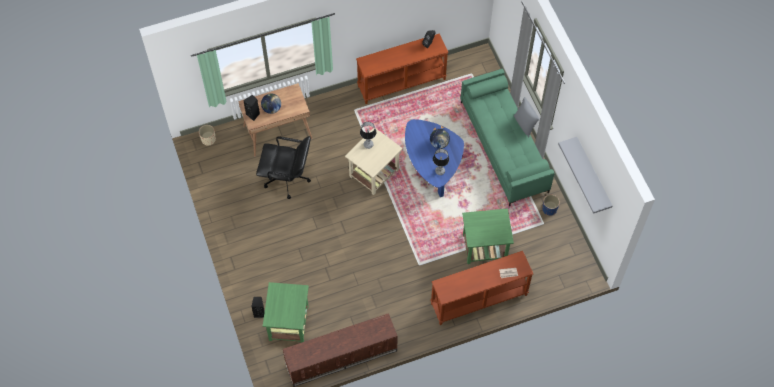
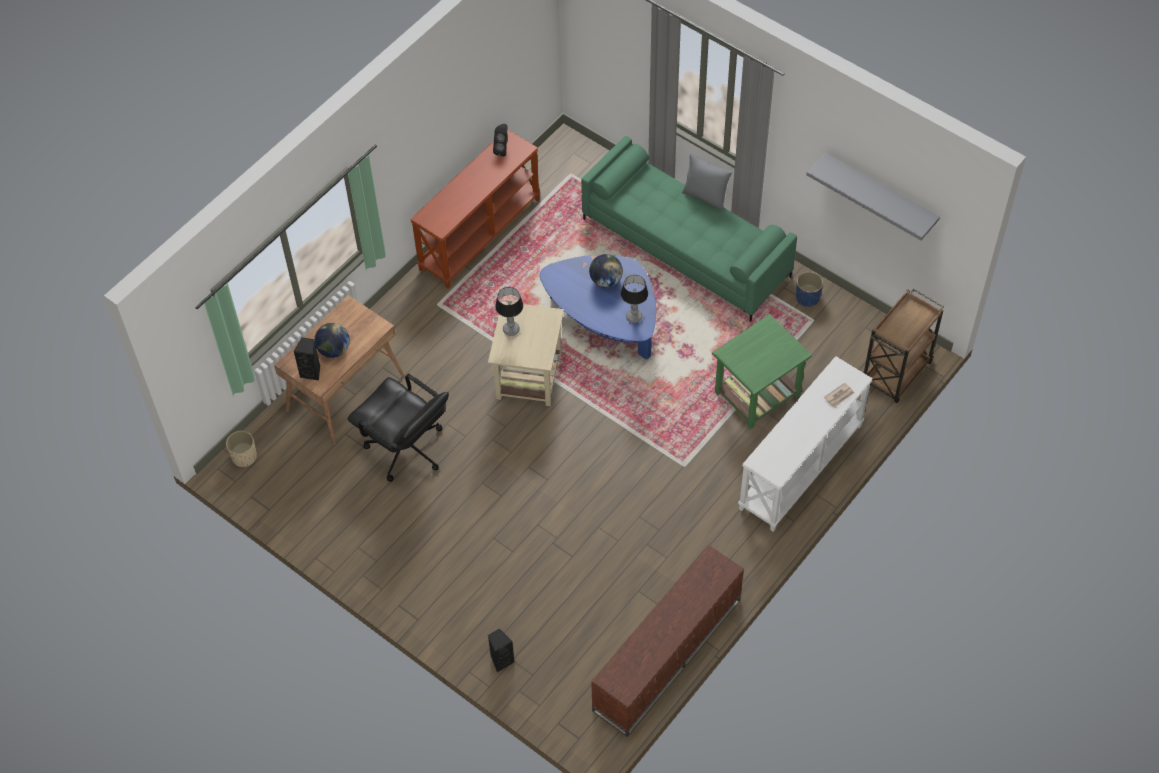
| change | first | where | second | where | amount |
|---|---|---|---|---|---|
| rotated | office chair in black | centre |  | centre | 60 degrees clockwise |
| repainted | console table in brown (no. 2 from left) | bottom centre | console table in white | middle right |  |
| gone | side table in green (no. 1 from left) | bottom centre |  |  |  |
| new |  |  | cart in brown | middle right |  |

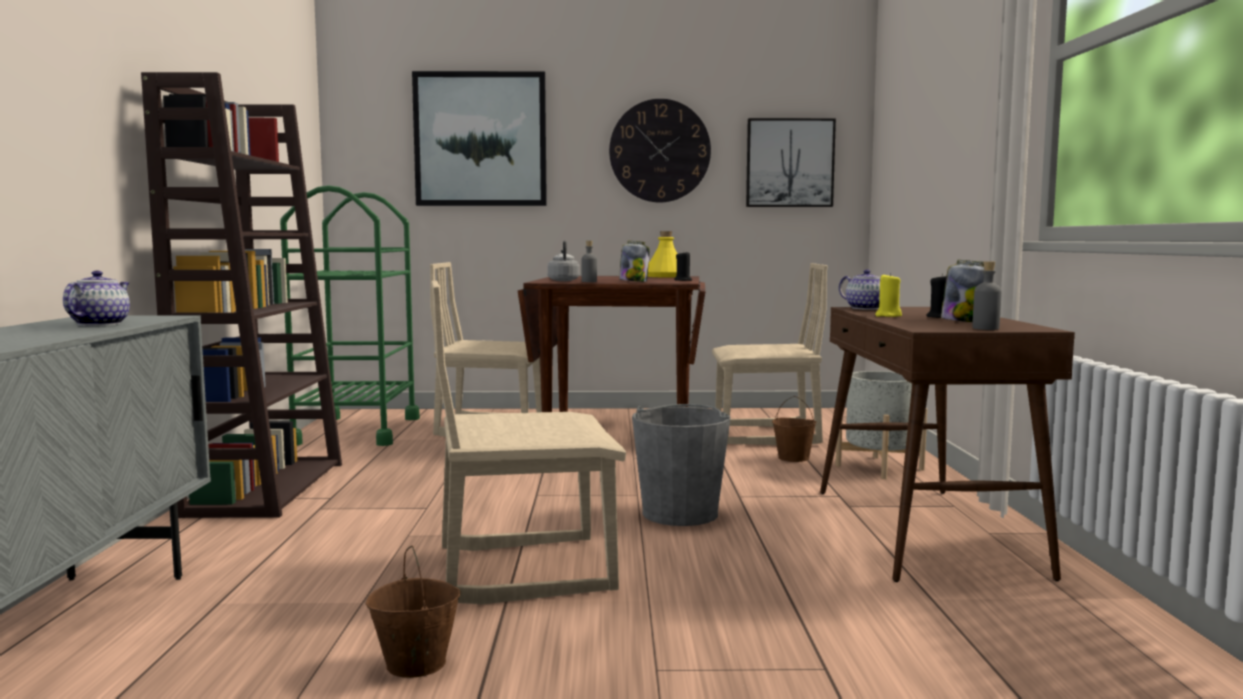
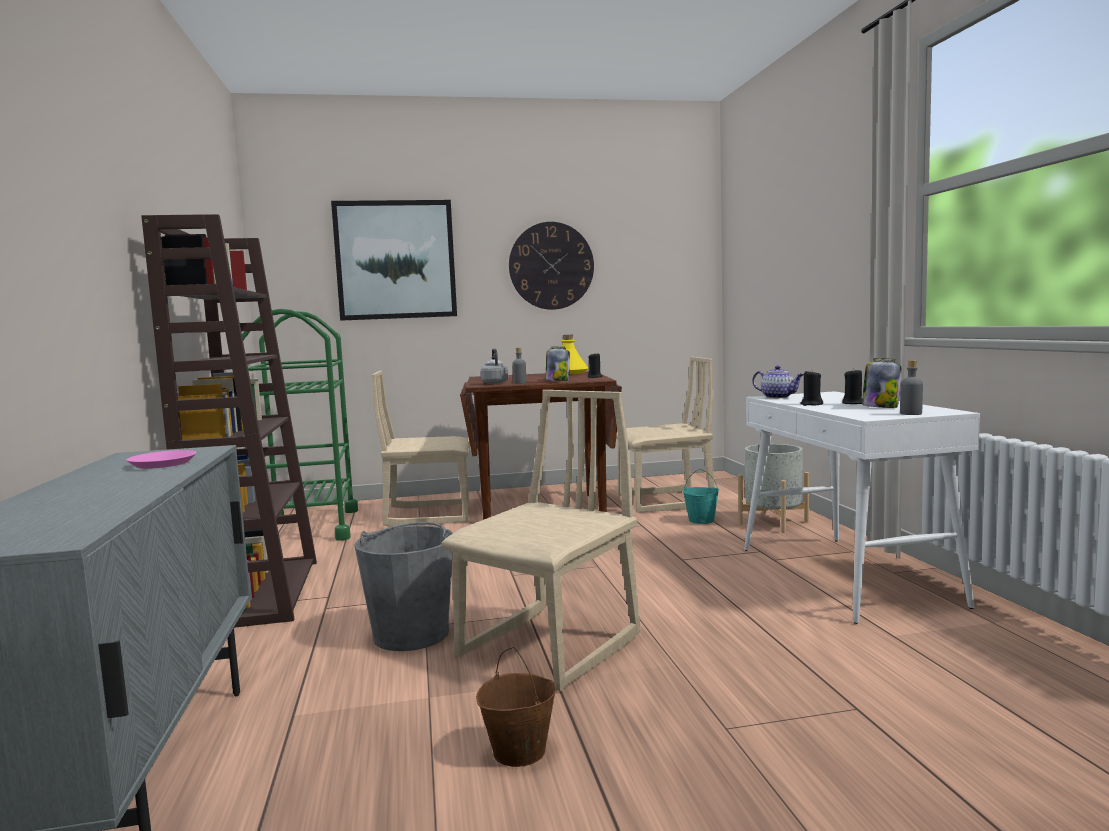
| change | first | where | second | where | amount |
|---|---|---|---|---|---|
| gone | picture (no. 2 from left) | top centre |  |  |  |
| swapped | teapot (no. 1 from left) | middle left | plate in pink | middle left |  |
| repainted | candle in yellow | middle right | candle in black (no. 2 from left) | middle right |  |
| rotated | chair in beige (no. 2 from left) | centre |  | centre | 150 degrees clockwise |
| repainted | console table in brown | middle right | console table in white | middle right |  |
| repainted | bucket in brown (no. 2 from left) | centre | bucket in turquoise | centre |  |
| shifted | bucket in grey | centre |  | bottom centre |  |

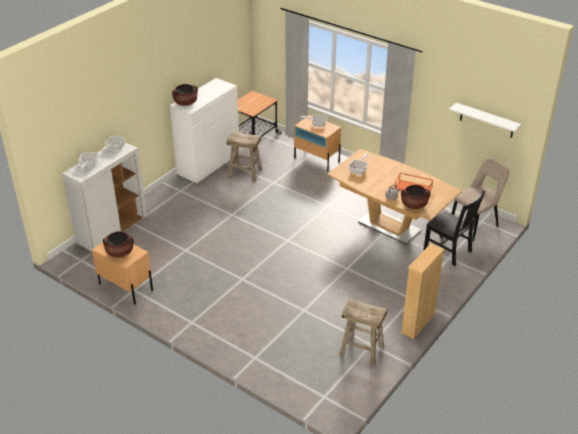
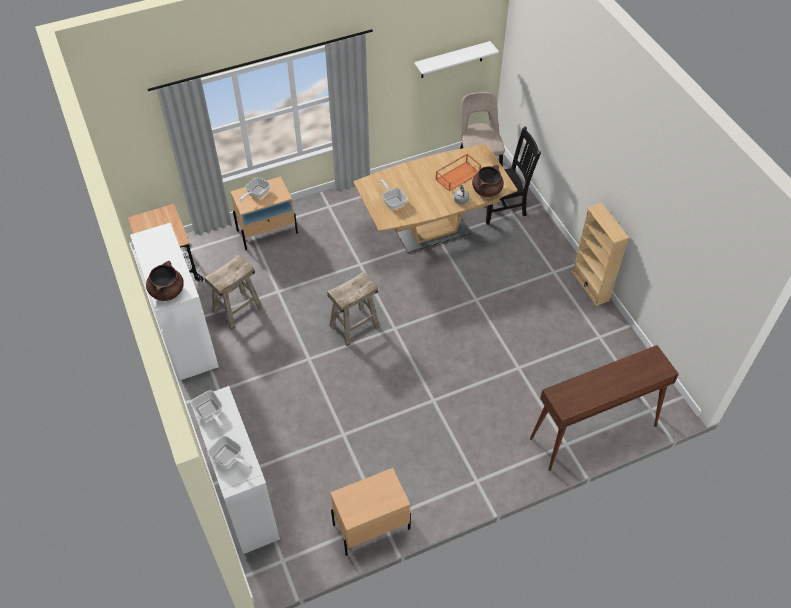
| change | first | where | second | where | amount |
|---|---|---|---|---|---|
| gone | cooking pot in brown (no. 1 from left) | middle left |  |  |  |
| shifted | stool in beige (no. 2 from left) | bottom centre |  | centre |  |
| new |  |  | console table in brown | bottom right |  |

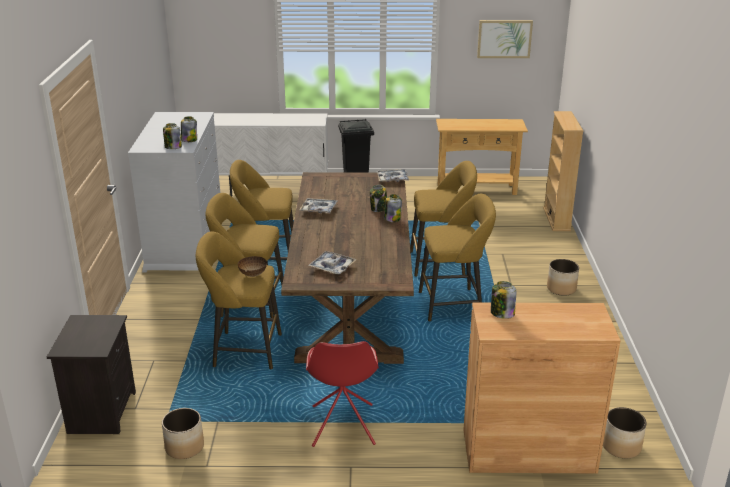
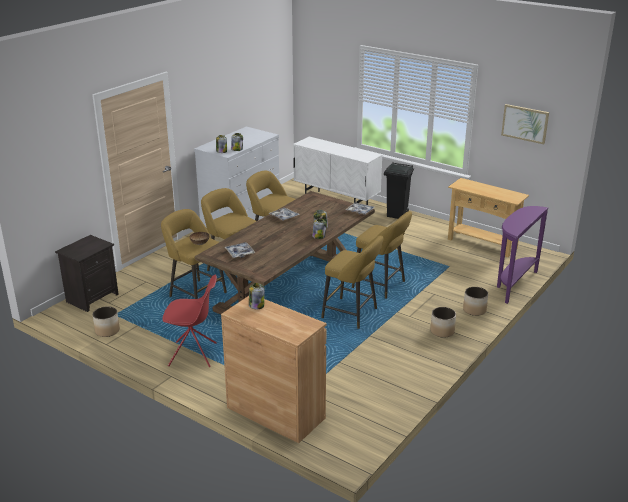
| change | first | where | second | where | amount |
|---|---|---|---|---|---|
| swapped | bookcase in beige | middle right | console table in purple | middle right |  |
| rotated | chair in red | bottom centre |  | middle left | 120 degrees counterclockwise |
| shifted | planter (no. 3 from left) | bottom right |  | middle right |  |

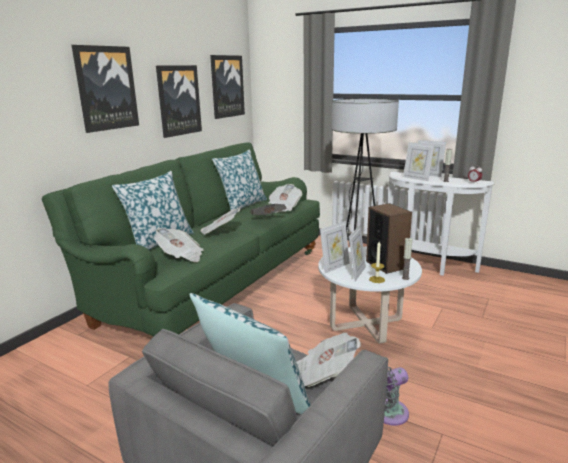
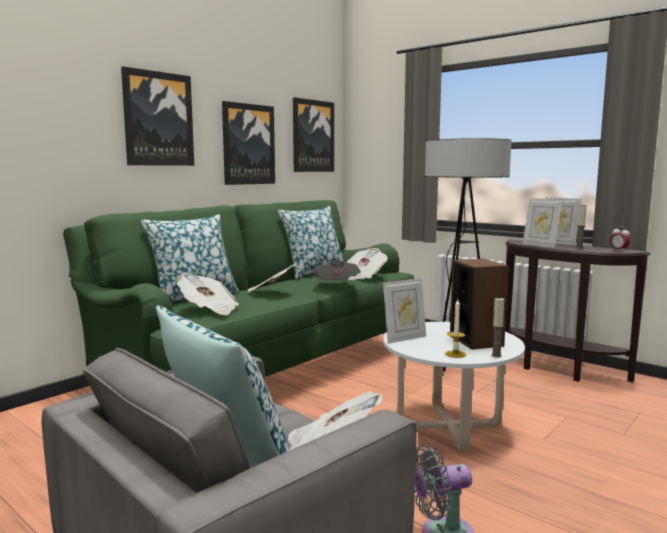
| change | first | where | second | where | amount |
|---|---|---|---|---|---|
| repainted | console table in white | middle right | console table in brown | middle right |  |
| gone | picture frame (no. 2 from left) | centre |  |  |  |

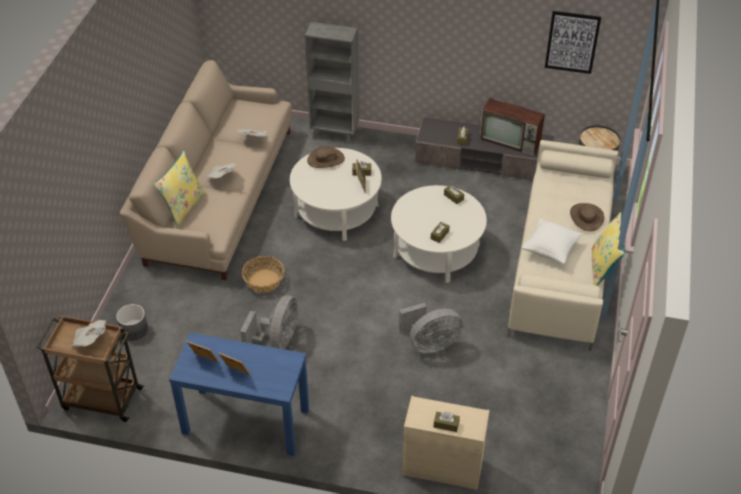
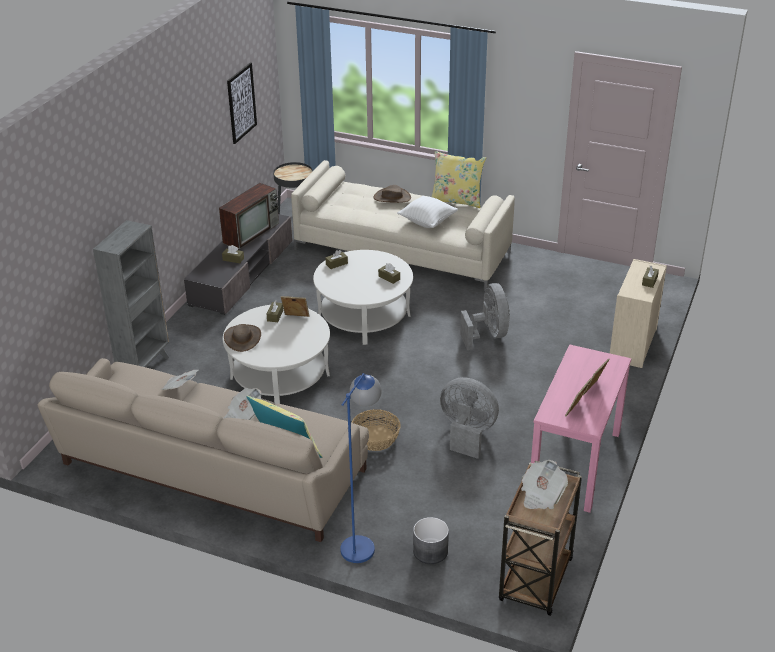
| change | first | where | second | where | amount |
|---|---|---|---|---|---|
| repainted | console table in blue | bottom left | console table in pink | middle right |  |
| new |  |  | floor lamp in blue | bottom centre |  |

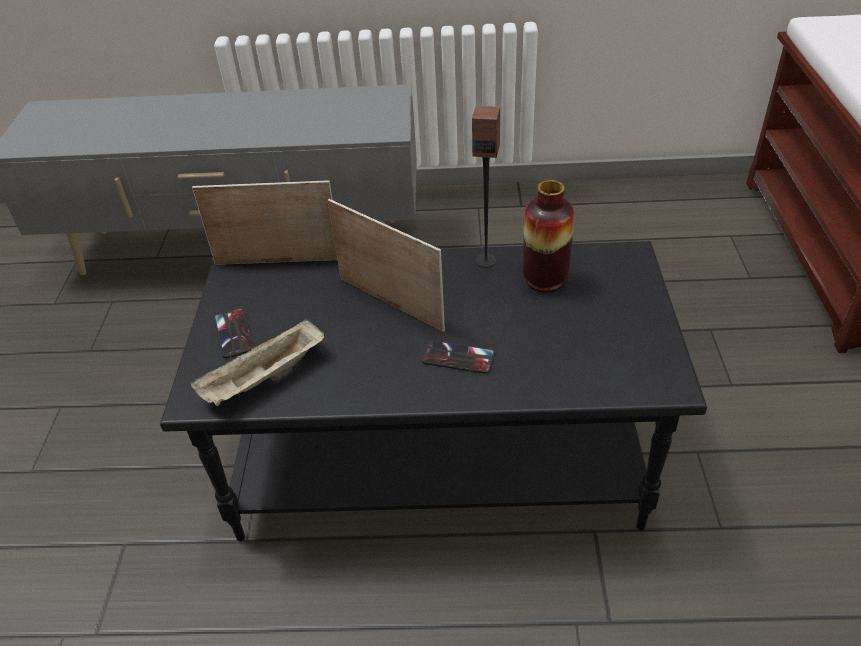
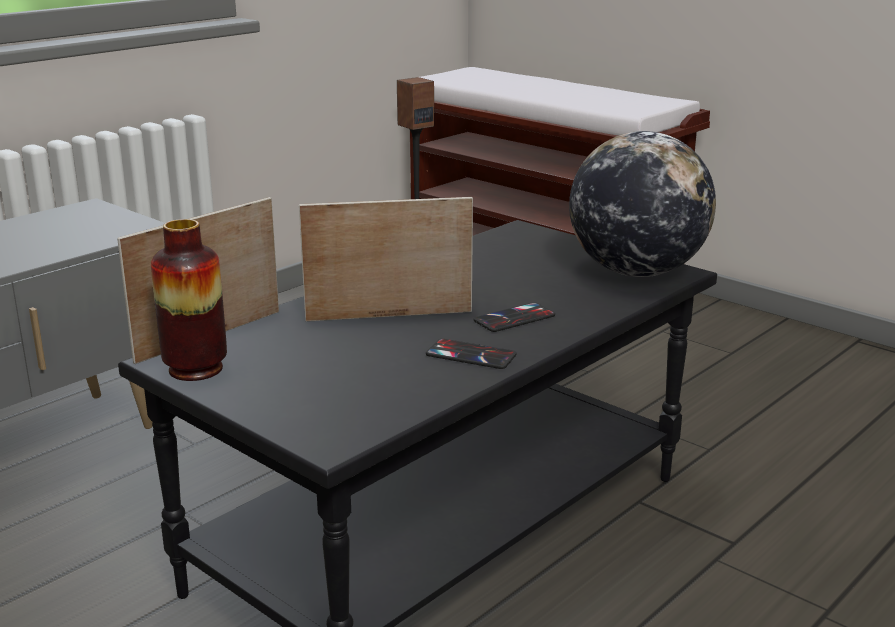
| change | first | where | second | where | amount |
|---|---|---|---|---|---|
| shifted | vase | centre |  | middle left |  |
| shifted | phone (no. 1 from left) | middle left |  | centre |  |
| gone | tray in beige | middle left |  |  |  |
| new |  |  | globe | top right |  |

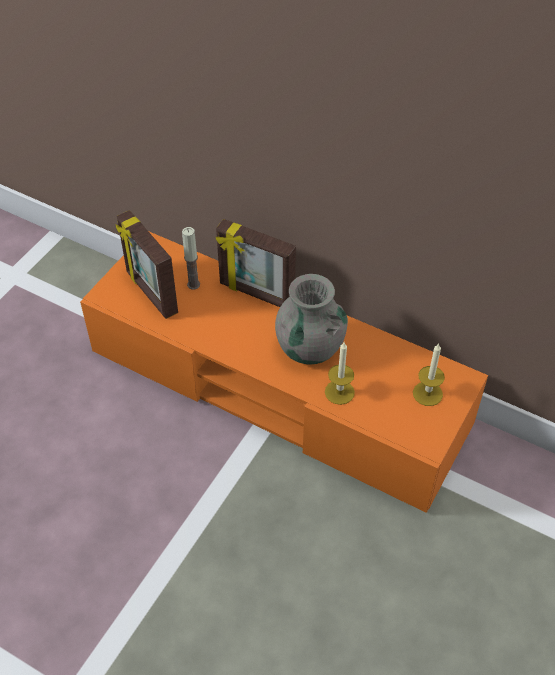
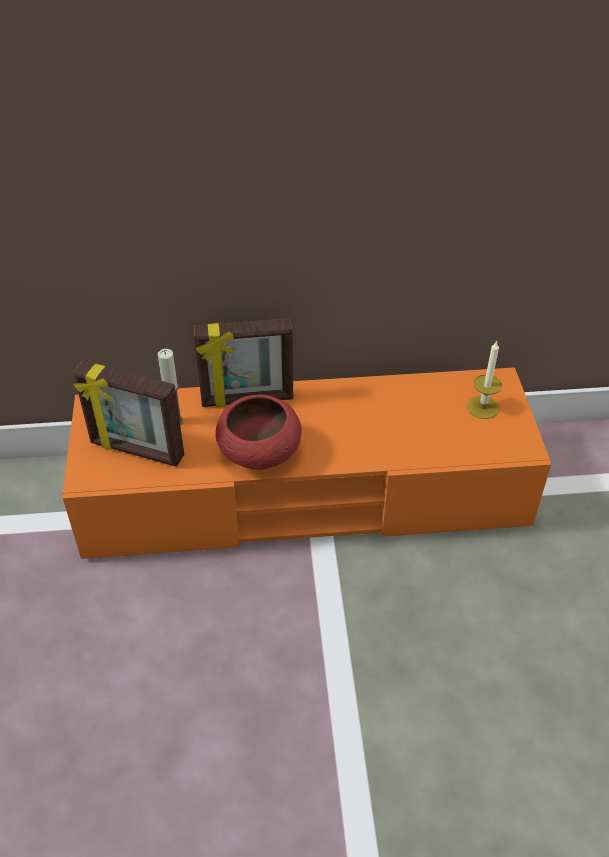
| change | first | where | second | where | amount |
|---|---|---|---|---|---|
| gone | vase in grey | centre |  |  |  |
| gone | candle (no. 2 from left) | centre |  |  |  |
| new |  |  | bowl in red | centre |  |

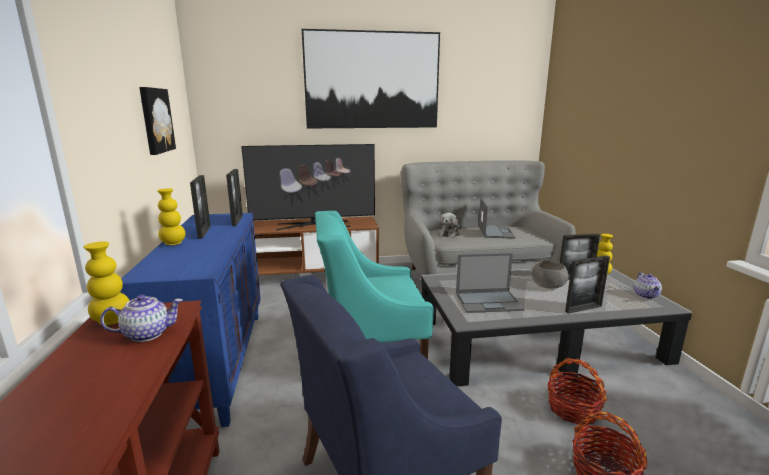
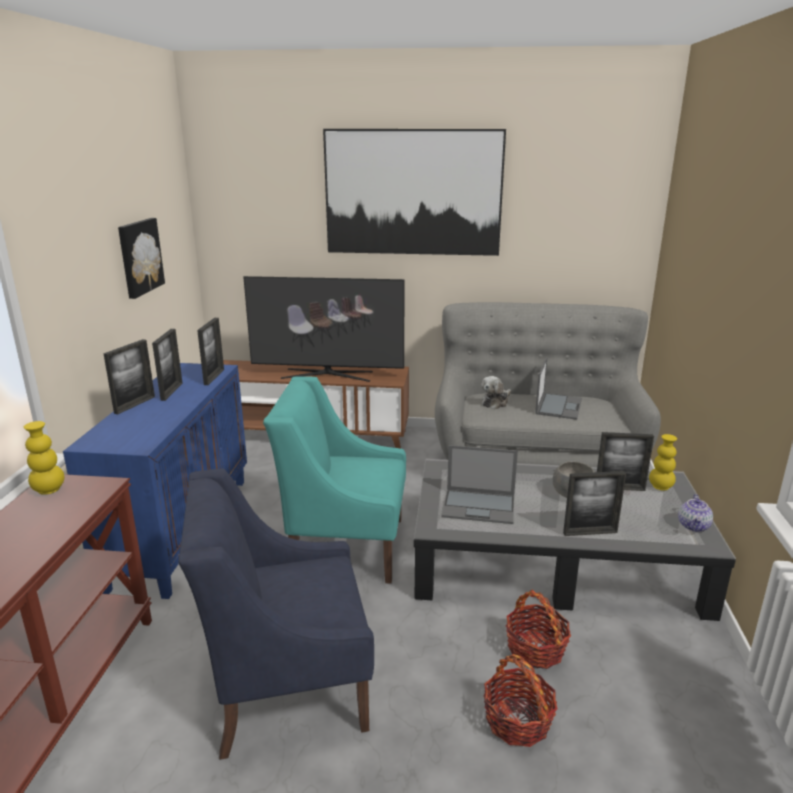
| change | first | where | second | where | amount |
|---|---|---|---|---|---|
| swapped | vase in yellow (no. 2 from left) | middle left | picture frame (no. 1 from left) | middle left |  |
| gone | teapot (no. 1 from left) | bottom left |  |  |  |

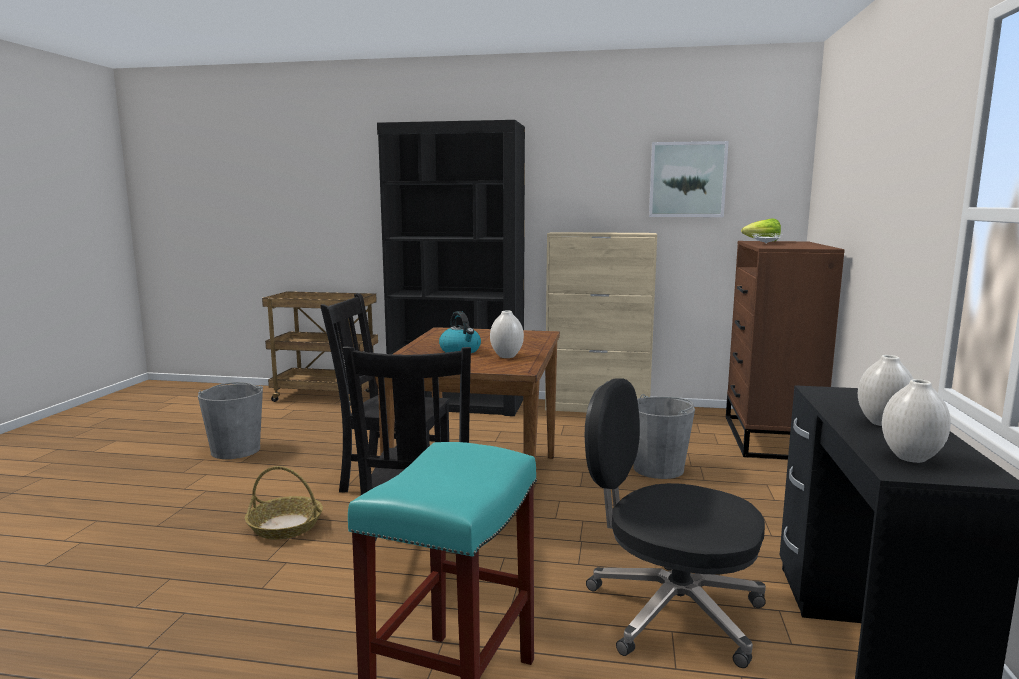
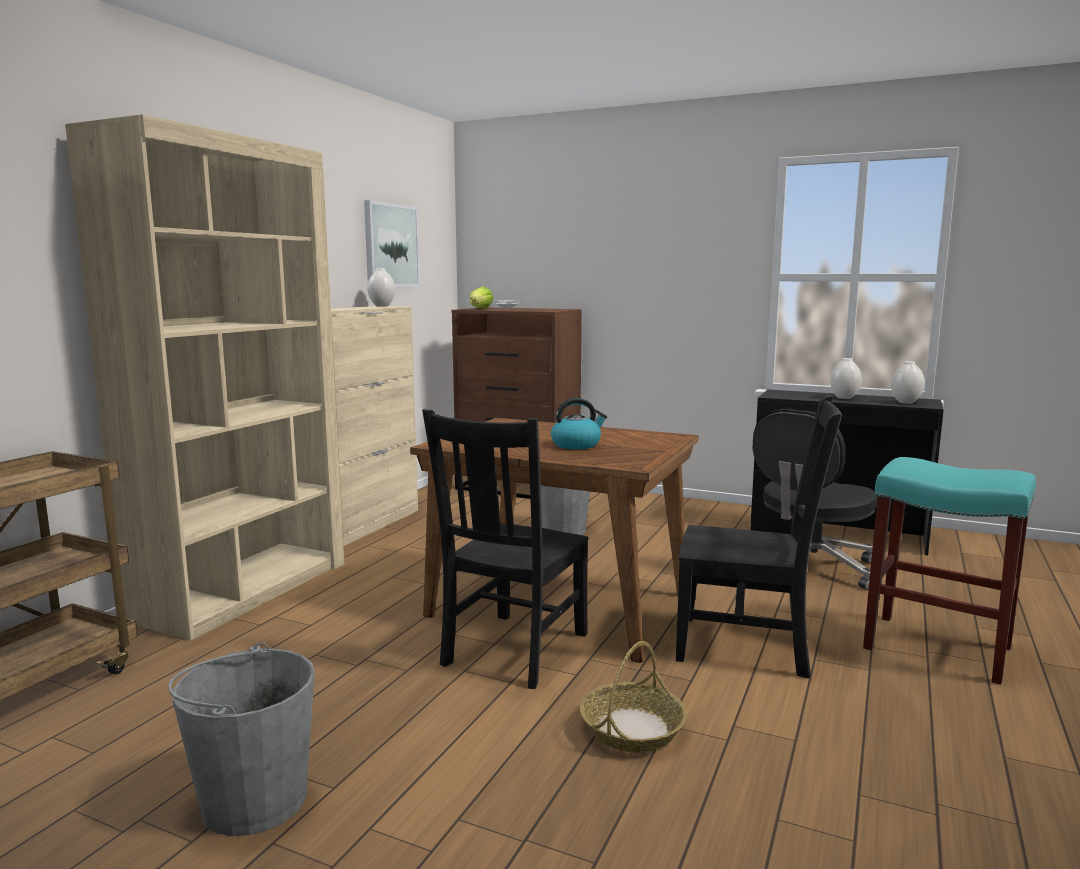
| change | first | where | second | where | amount |
|---|---|---|---|---|---|
| repainted | bookcase in black | centre | bookcase in beige | middle left |  |
| shifted | vase in white (no. 1 from left) | centre |  | top centre |  |

